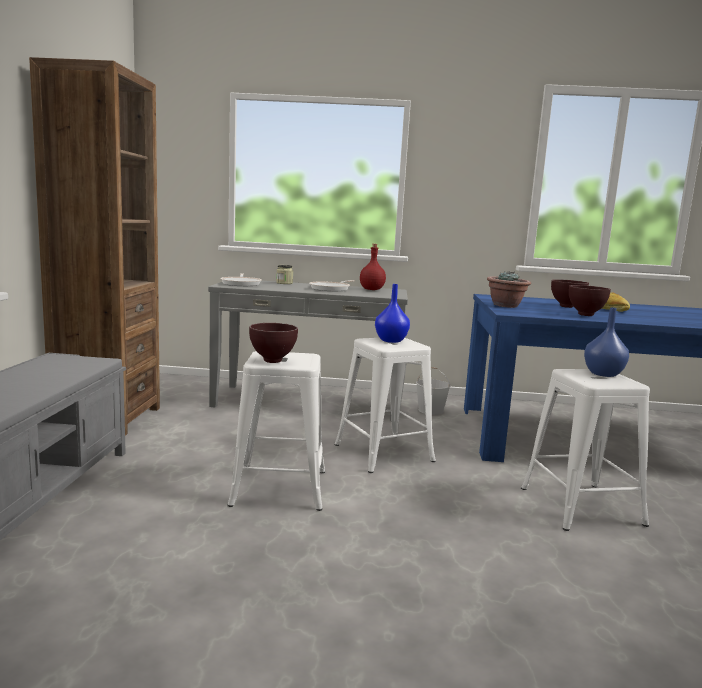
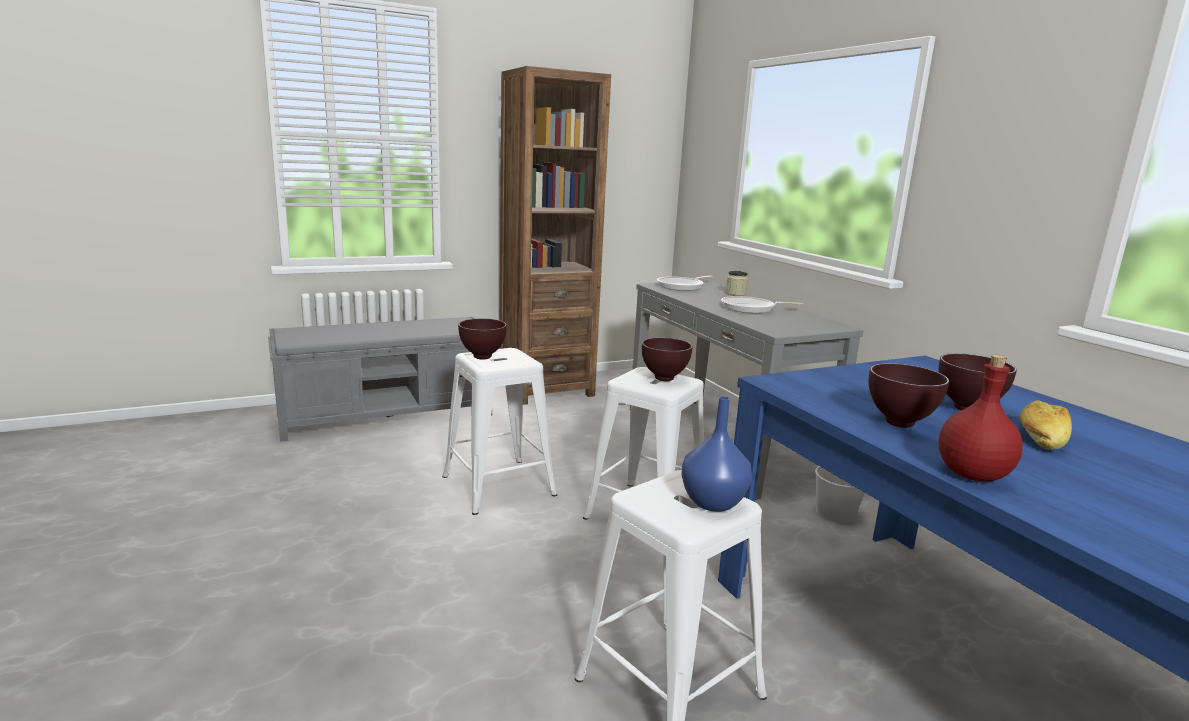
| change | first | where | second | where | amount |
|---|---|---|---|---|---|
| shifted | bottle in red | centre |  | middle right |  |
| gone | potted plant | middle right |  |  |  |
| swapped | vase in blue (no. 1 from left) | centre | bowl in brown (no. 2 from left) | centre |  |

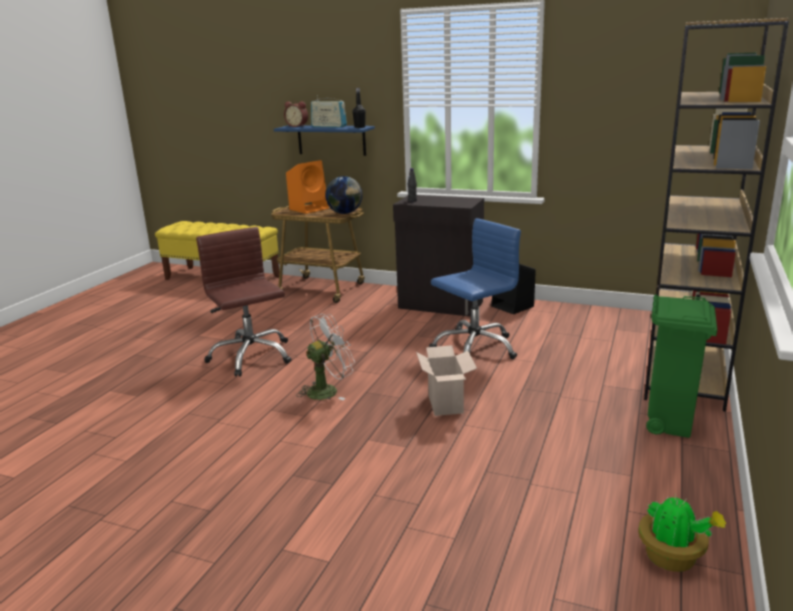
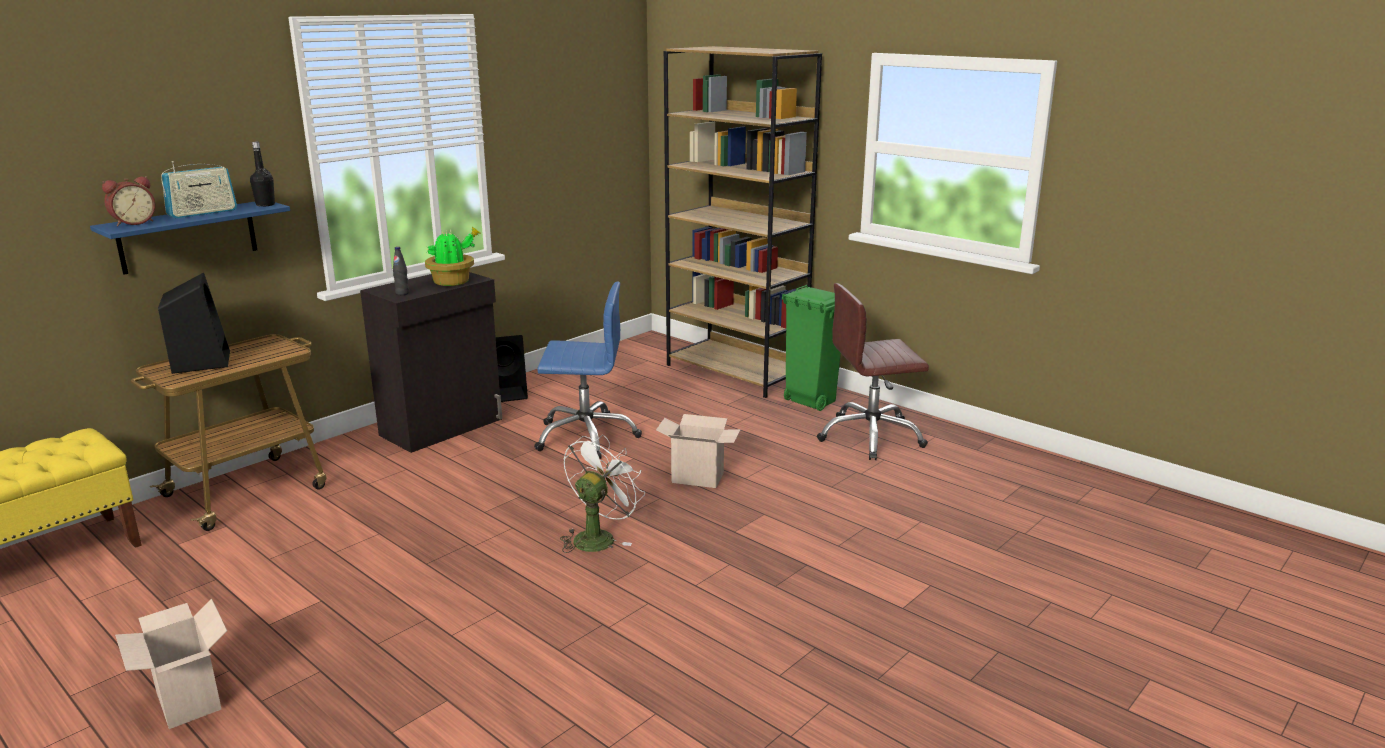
| change | first | where | second | where | amount |
|---|---|---|---|---|---|
| repainted | speaker in orange | top centre | speaker in black (no. 1 from left) | middle left |  |
| gone | globe | top centre |  |  |  |
| rotated | office chair in blue | centre |  | centre | 105 degrees clockwise |
| shifted | office chair in brown | middle left |  | centre |  |
| rotated | fan in white | centre |  | centre | 45 degrees clockwise |
| shifted | potted plant | bottom right |  | middle left |  |
| new |  |  | cardboard box (no. 1 from left) | bottom left |  |

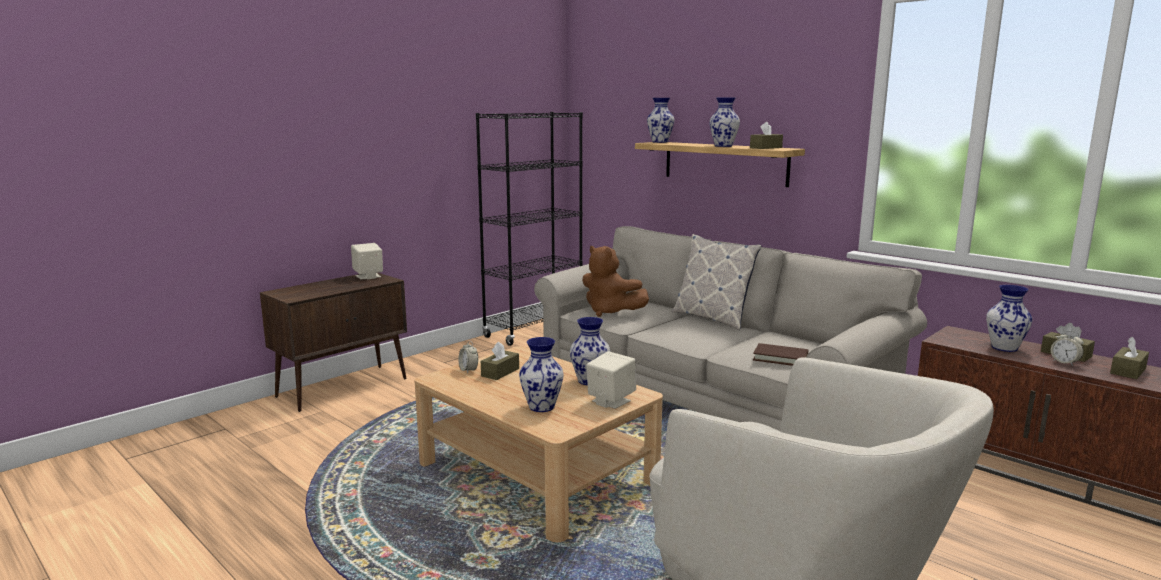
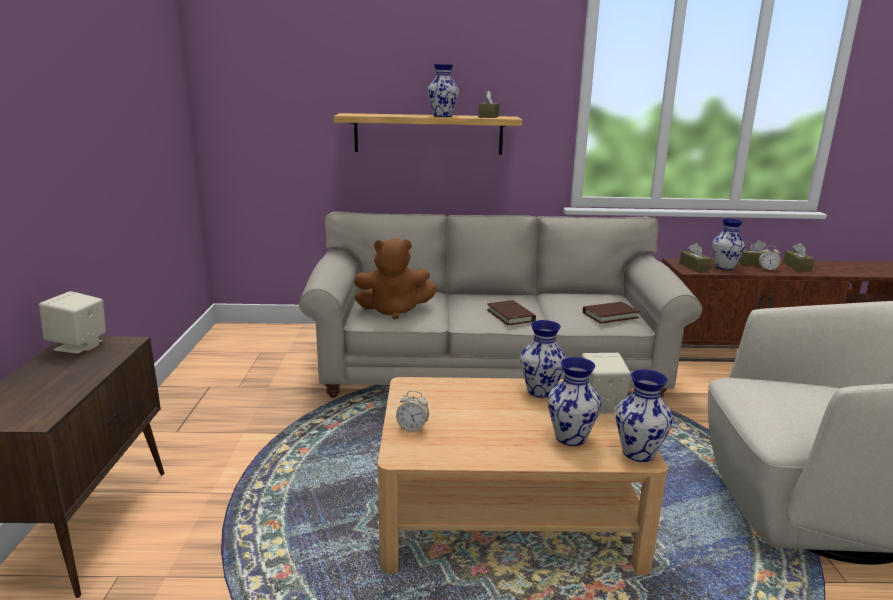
| change | first | where | second | where | amount |
|---|---|---|---|---|---|
| shifted | vase (no. 3 from left in the first image) | top centre | vase (no. 4 from left) | bottom right |  |
| gone | bookcase in black | centre |  |  |  |
| gone | pillow | centre |  |  |  |
| shifted | tissue box in brown (no. 1 from left in the first image) | centre | tissue box in brown (no. 2 from left) | middle right |  |
| new |  |  | book in brown (no. 1 from left) | centre |  |

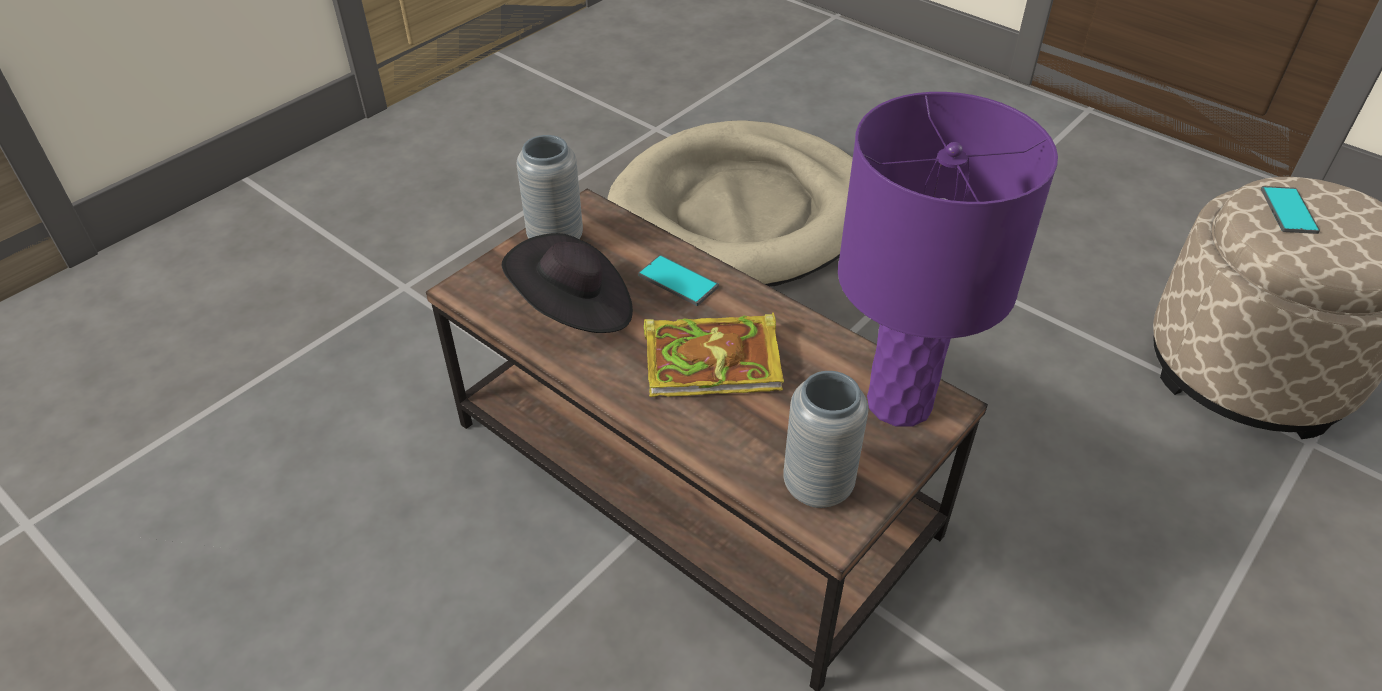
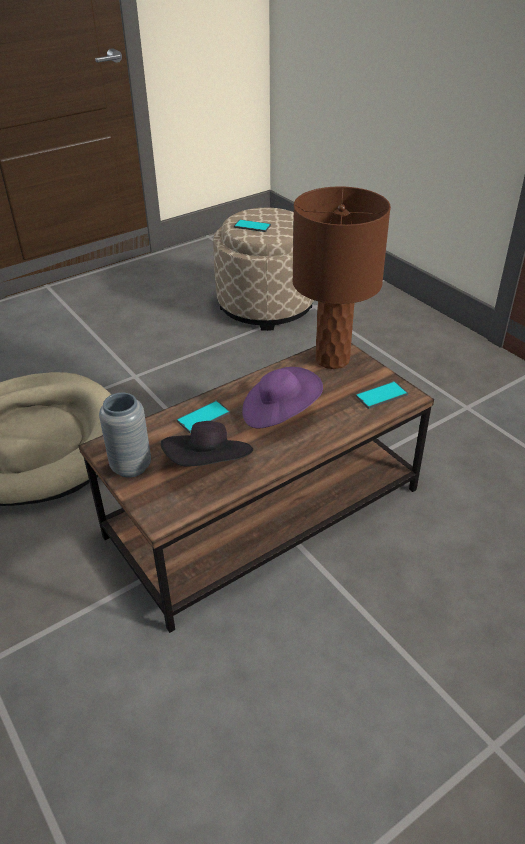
| change | first | where | second | where | amount |
|---|---|---|---|---|---|
| repainted | table lamp in purple | middle right | table lamp in brown | top centre |  |
| swapped | book | centre | hat in purple | centre |  |
| swapped | vase in grey (no. 2 from left) | centre | phone (no. 3 from left) | middle right |  |

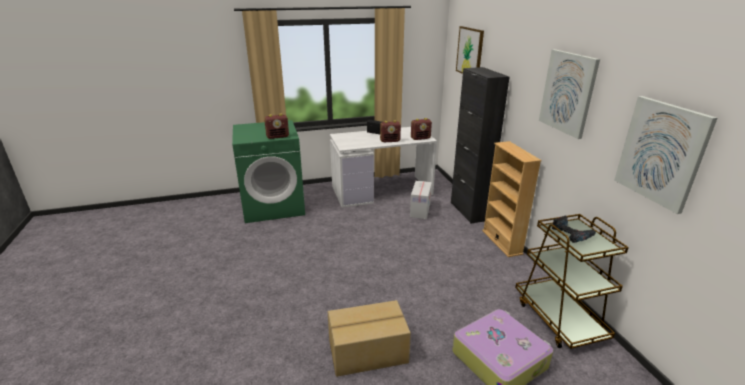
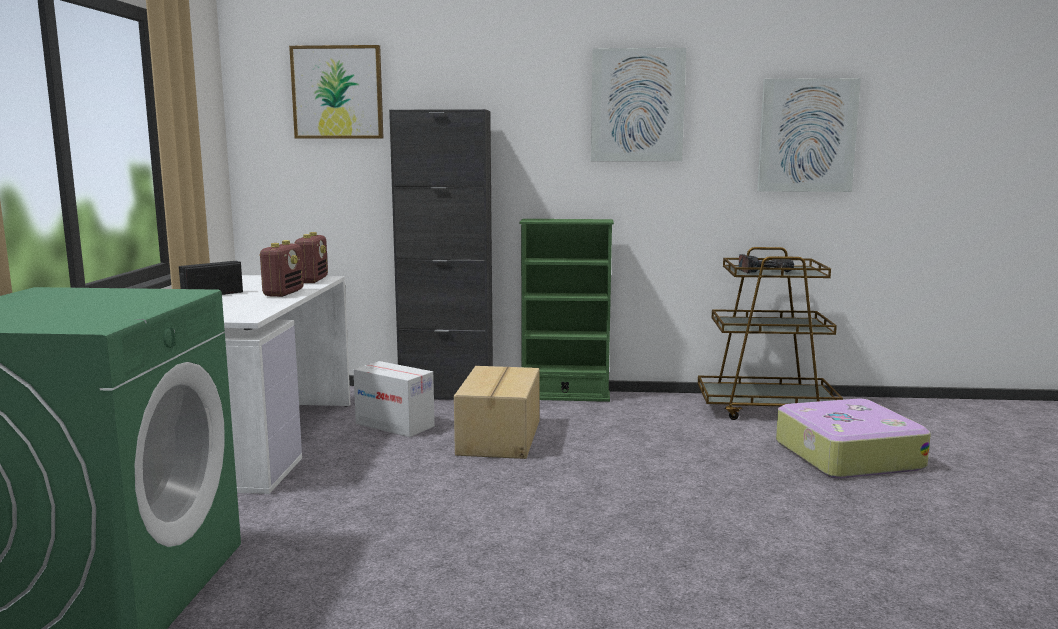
| change | first | where | second | where | amount |
|---|---|---|---|---|---|
| gone | radio (no. 1 from left) | top centre |  |  |  |
| repainted | bookcase in beige | middle right | bookcase in green | centre |  |
| shifted | cardboard box (no. 1 from left in the first image) | bottom centre | cardboard box (no. 2 from left) | centre |  |

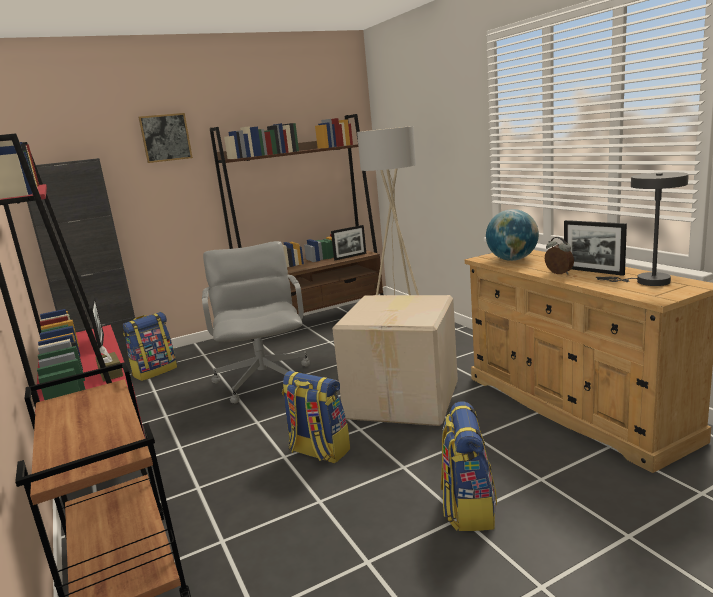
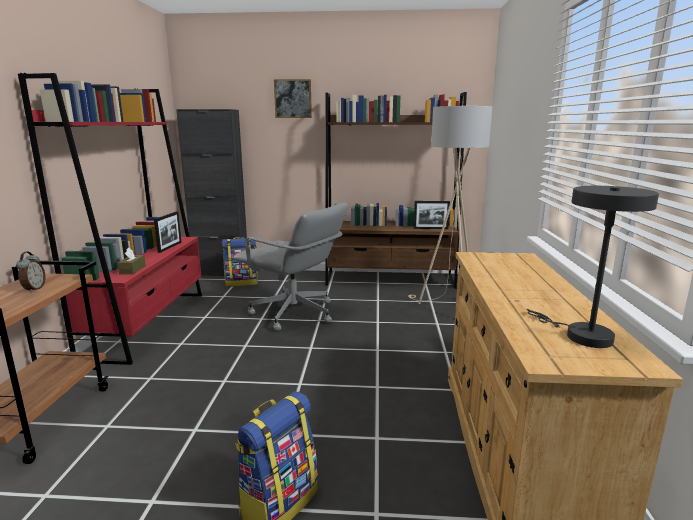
| change | first | where | second | where | amount |
|---|---|---|---|---|---|
| gone | globe | middle right |  |  |  |
| gone | picture frame (no. 3 from left) | middle right |  |  |  |
| shifted | alarm clock | middle right |  | middle left |  |
| rotated | office chair in grey | centre |  | centre | 105 degrees clockwise |
| gone | cardboard box | centre |  |  |  |
| gone | backpack (no. 2 from left) | bottom centre |  |  |  |

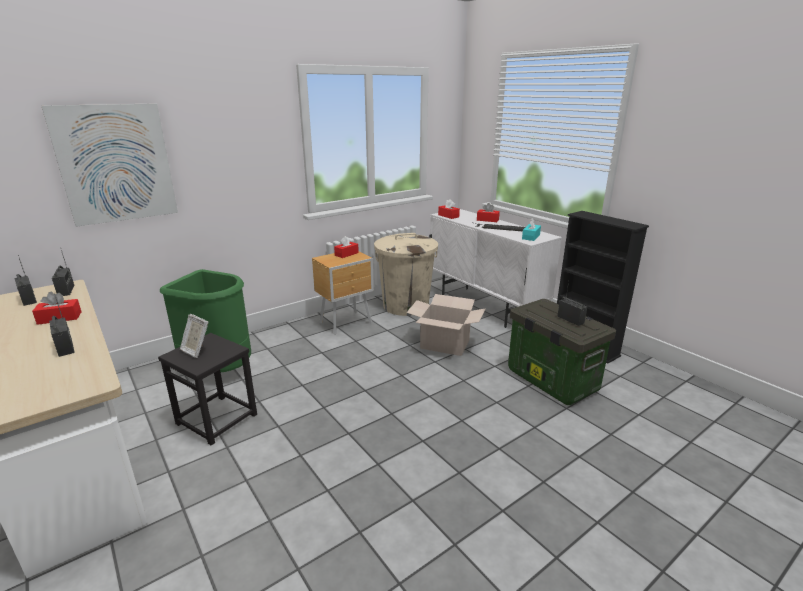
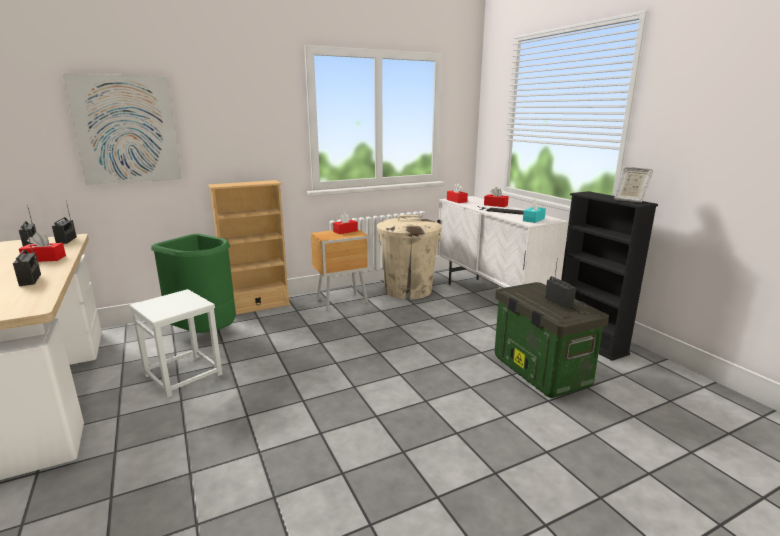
| change | first | where | second | where | amount |
|---|---|---|---|---|---|
| gone | cardboard box | centre |  |  |  |
| shifted | picture frame | middle left |  | middle right |  |
| repainted | stool in black | middle left | stool in white | middle left |  |
| new |  |  | bookcase in beige | middle left |  |

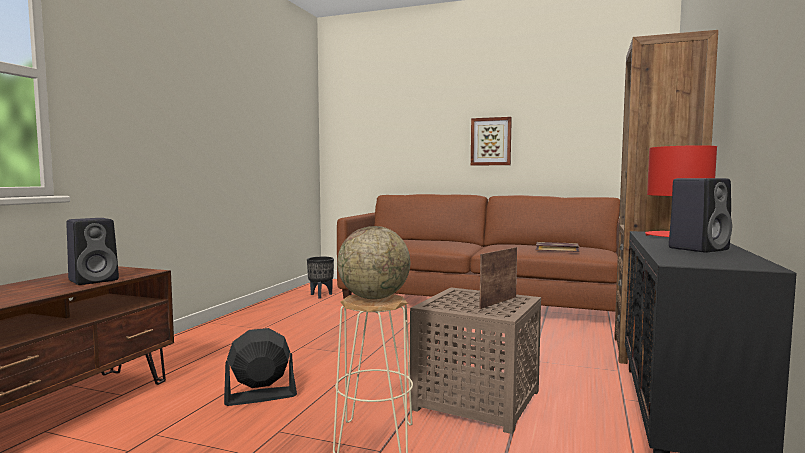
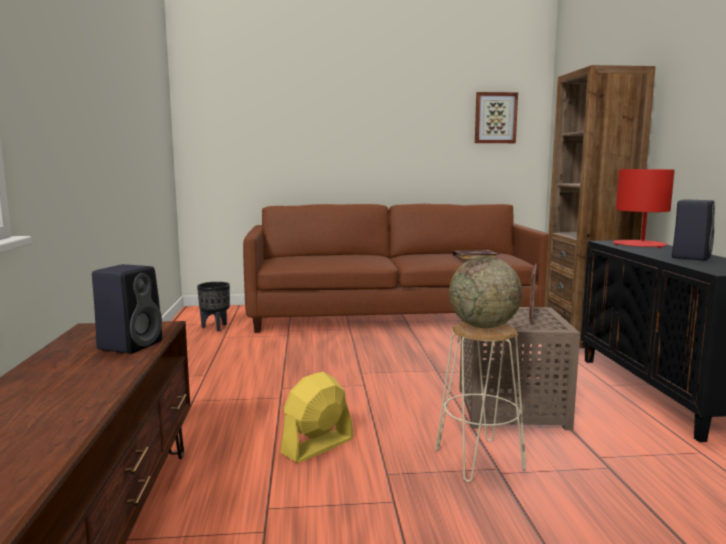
| change | first | where | second | where | amount |
|---|---|---|---|---|---|
| shifted | picture | top centre |  | top right |  |
| repainted | fan in black | bottom left | fan in yellow | bottom centre |  |

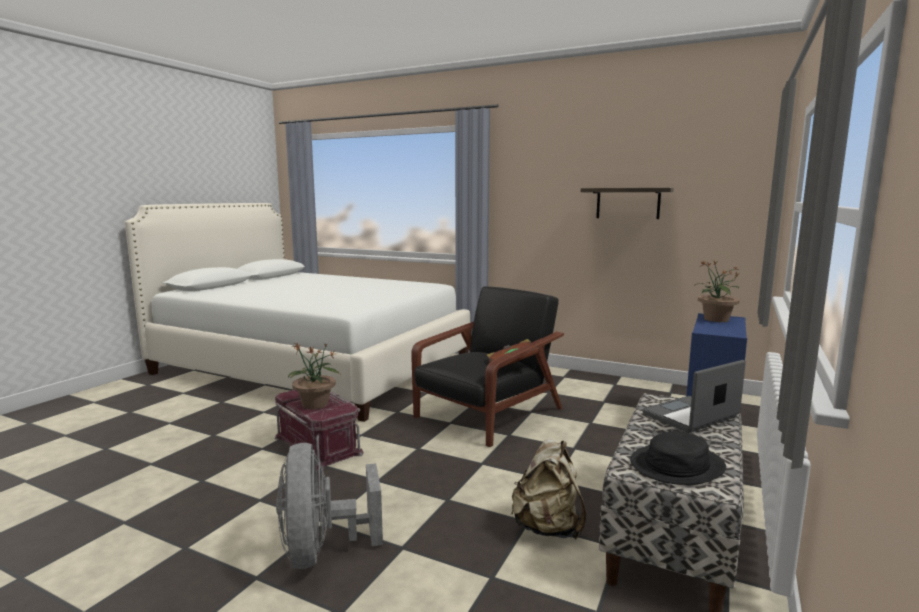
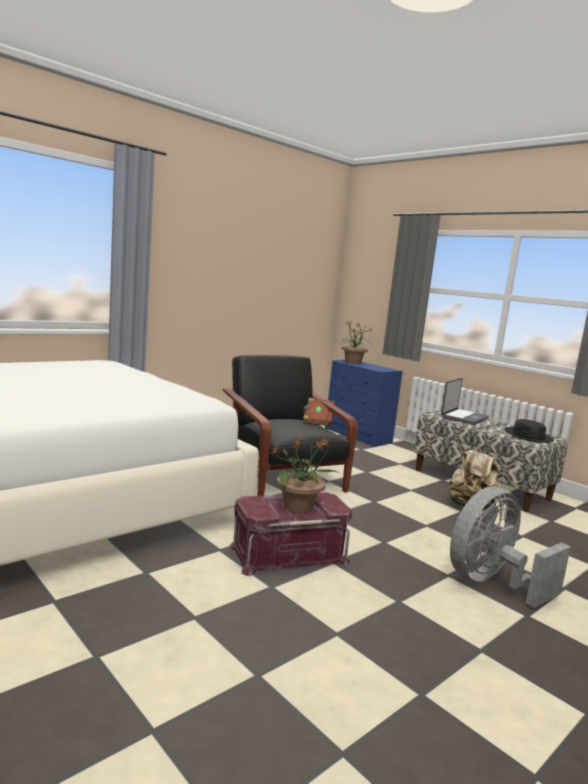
| change | first | where | second | where | amount |
|---|---|---|---|---|---|
| gone | shelf | top right |  |  |  |
| rotated | laptop | middle right |  | middle right | 135 degrees counterclockwise |
| rotated | fan in grey | bottom centre |  | bottom right | 135 degrees clockwise |

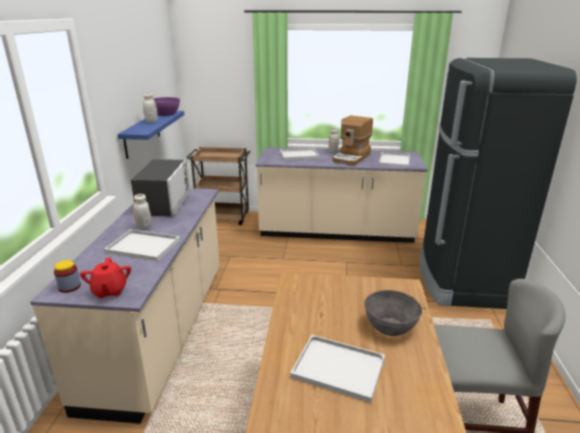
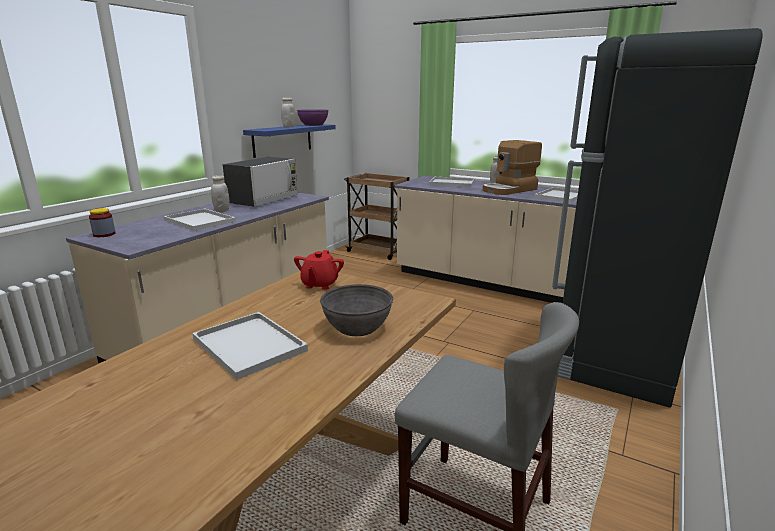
| change | first | where | second | where | amount |
|---|---|---|---|---|---|
| shifted | teapot in red | middle left |  | centre |  |

